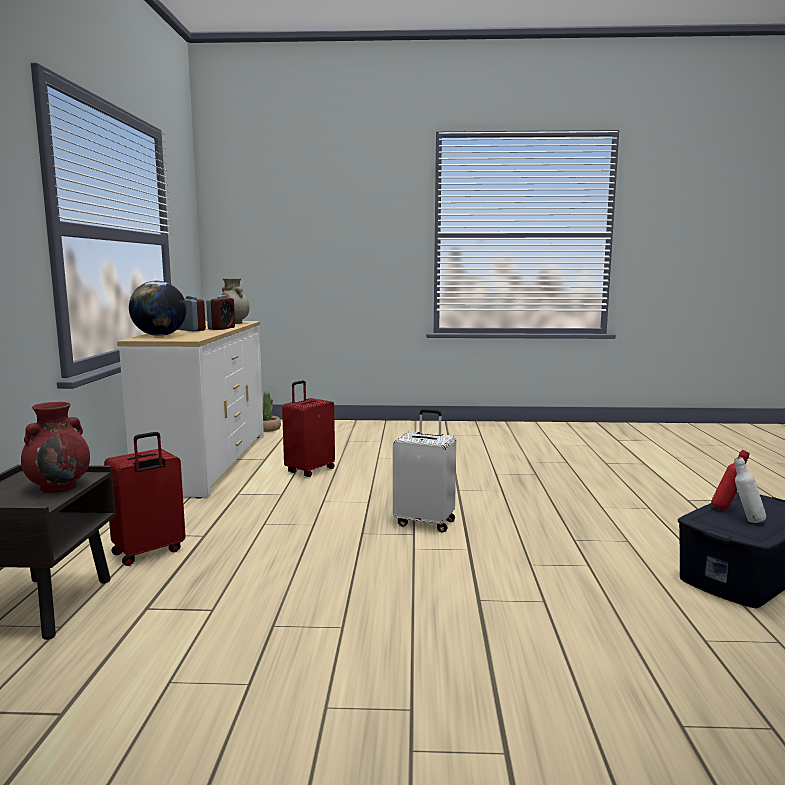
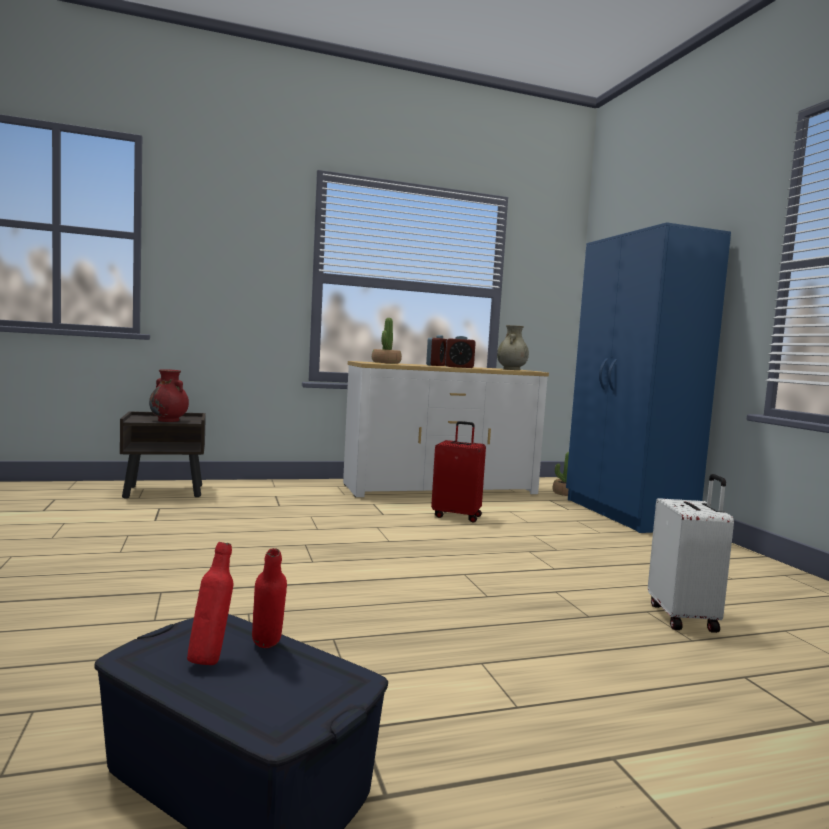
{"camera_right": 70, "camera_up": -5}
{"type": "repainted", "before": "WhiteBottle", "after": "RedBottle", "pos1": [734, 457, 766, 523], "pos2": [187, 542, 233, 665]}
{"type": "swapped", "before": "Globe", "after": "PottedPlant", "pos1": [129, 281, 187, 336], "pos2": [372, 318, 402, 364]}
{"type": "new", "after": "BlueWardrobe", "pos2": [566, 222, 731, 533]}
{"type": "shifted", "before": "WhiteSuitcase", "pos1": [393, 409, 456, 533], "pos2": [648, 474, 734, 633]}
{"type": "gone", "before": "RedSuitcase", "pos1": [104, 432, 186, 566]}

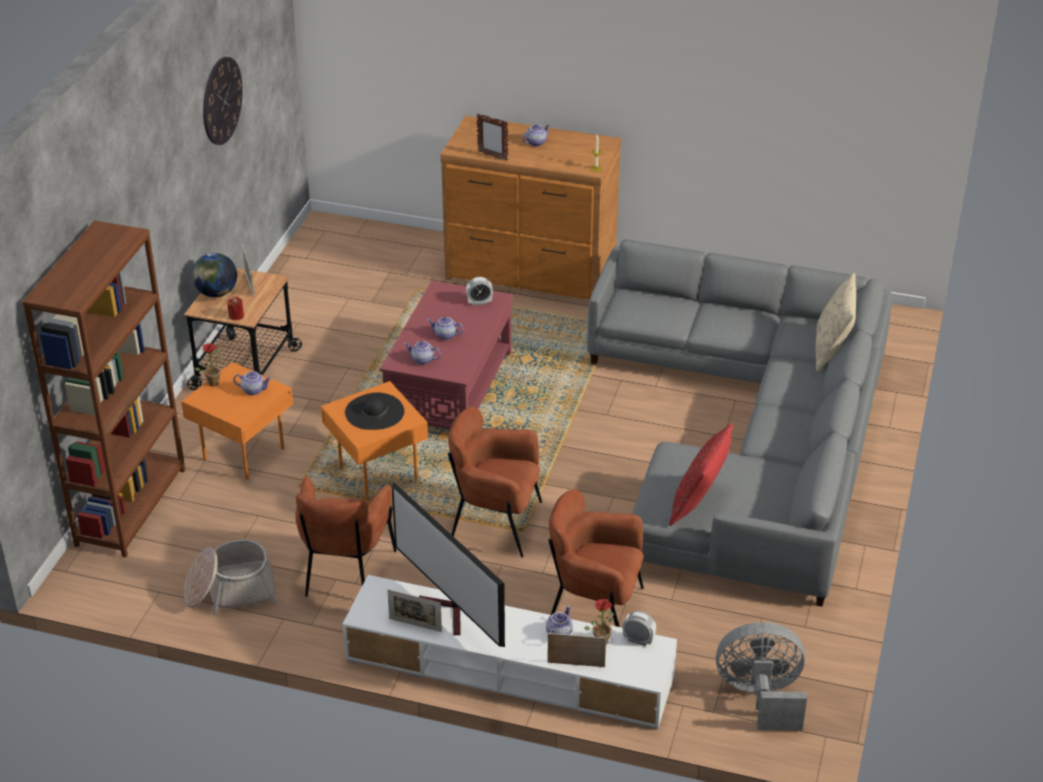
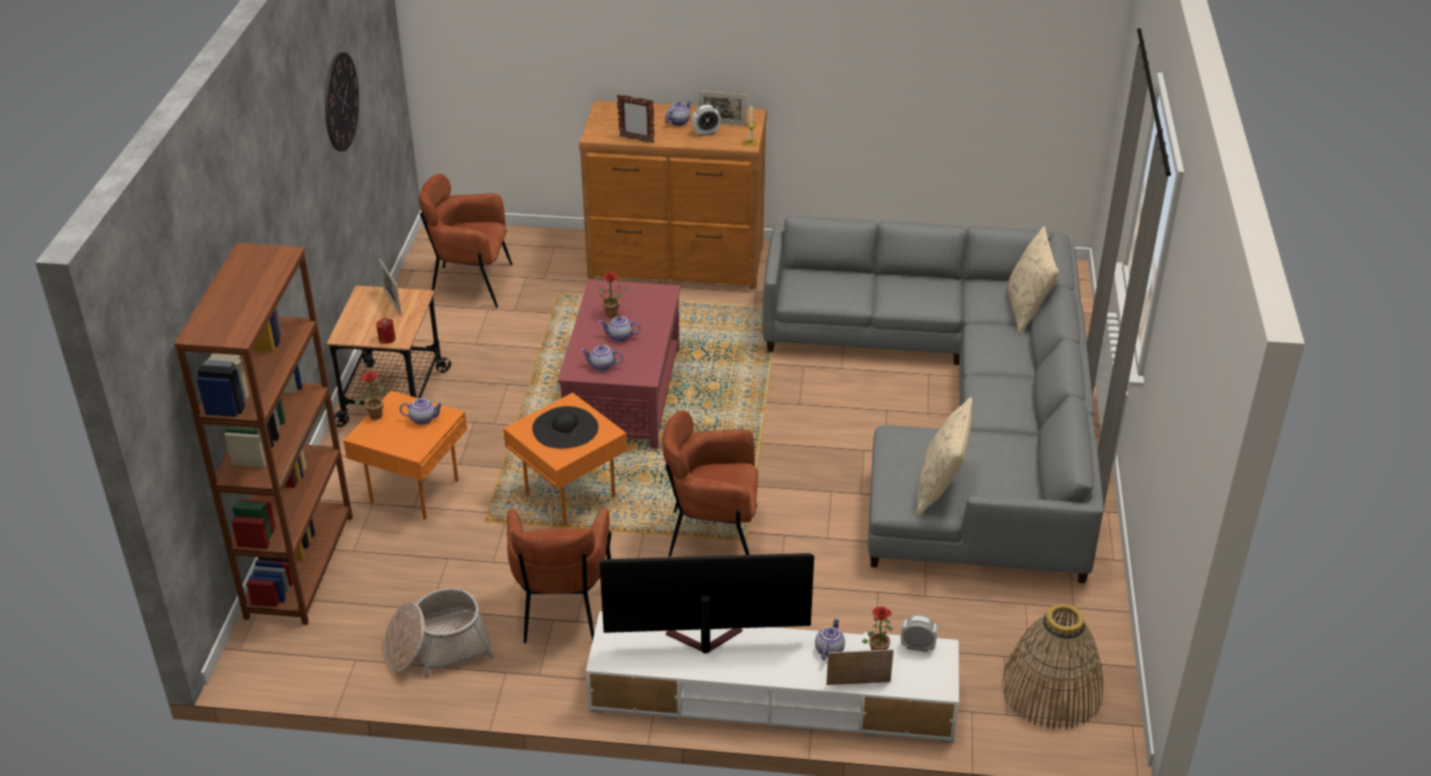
{"camera_right": -10, "camera_up": 0}
{"type": "shifted", "before": "BrownArmchair", "pos1": [548, 489, 644, 627], "pos2": [419, 174, 513, 308]}
{"type": "new", "after": "PottedPlant", "pos2": [599, 272, 630, 318]}
{"type": "rotated", "before": "Television", "pos1": [392, 483, 505, 647], "pos2": [600, 553, 814, 653], "turn": 135}
{"type": "shifted", "before": "AlarmClock", "pos1": [466, 277, 493, 305], "pos2": [692, 105, 721, 136]}
{"type": "shifted", "before": "PictureFrame", "pos1": [387, 589, 442, 632], "pos2": [699, 91, 747, 126]}
{"type": "repainted", "before": "RedPillow", "after": "BeigePillow", "pos1": [669, 423, 733, 526], "pos2": [916, 397, 972, 516]}
{"type": "swapped", "before": "GreyFan", "after": "Basket", "pos1": [716, 622, 807, 731], "pos2": [1001, 604, 1103, 730]}
{"type": "gone", "before": "Globe", "pos1": [192, 253, 237, 297]}

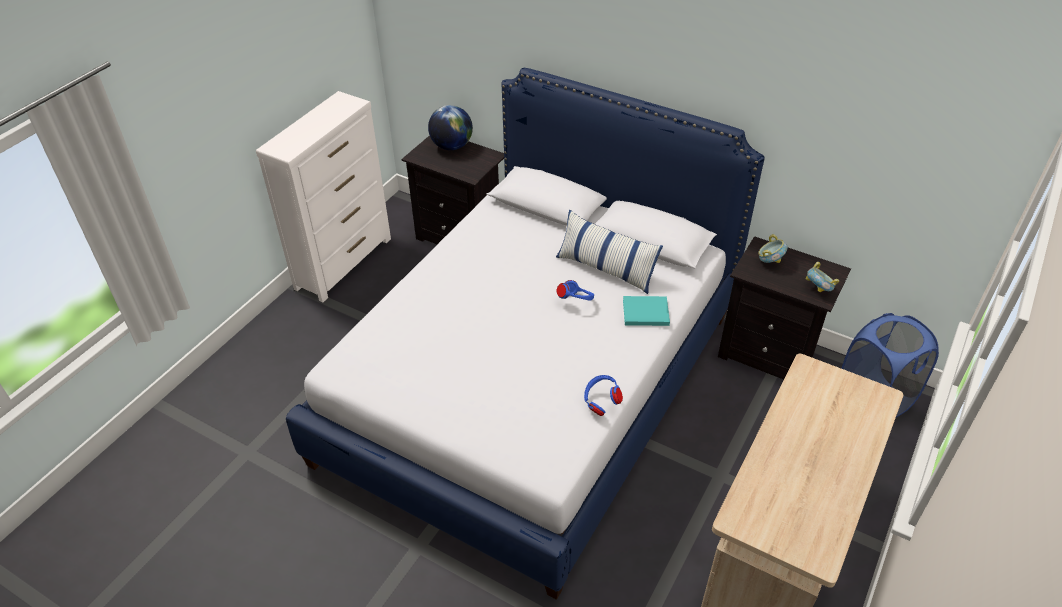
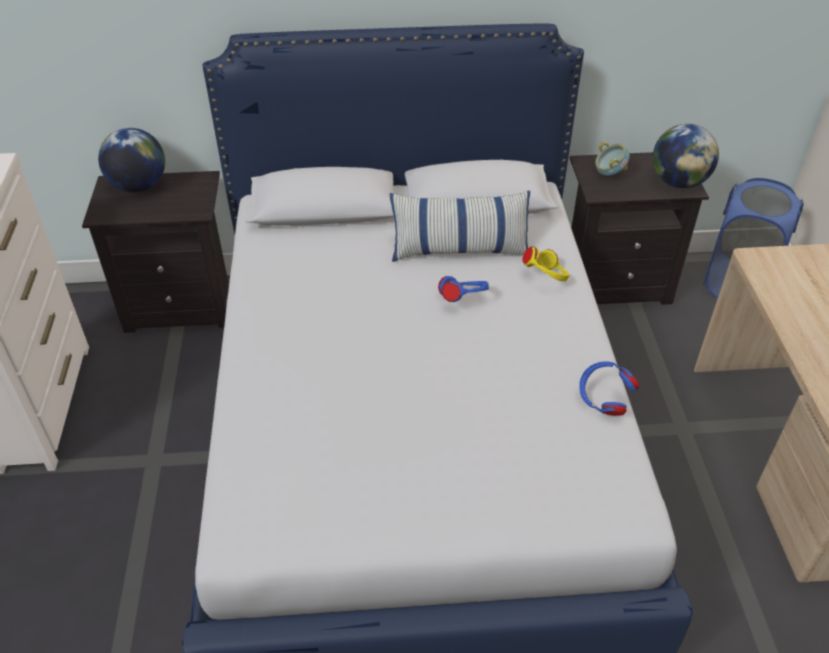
{"camera_right": -35, "camera_up": 0}
{"type": "swapped", "before": "TurquoiseBook", "after": "YellowHeadphones", "pos1": [623, 296, 670, 326], "pos2": [522, 246, 570, 281]}
{"type": "swapped", "before": "Bowl", "after": "Globe", "pos1": [805, 262, 839, 292], "pos2": [653, 124, 719, 188]}

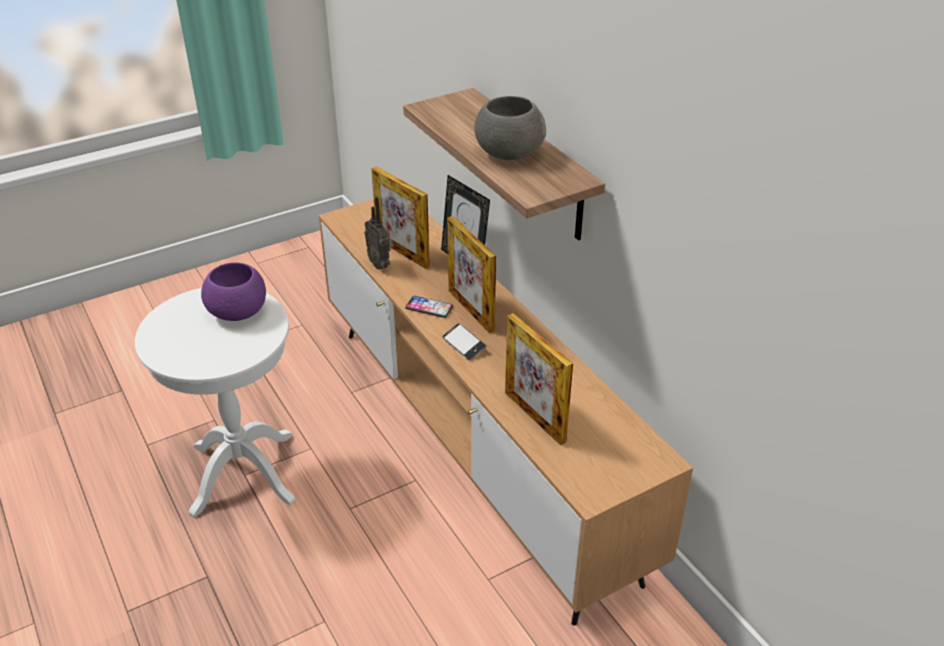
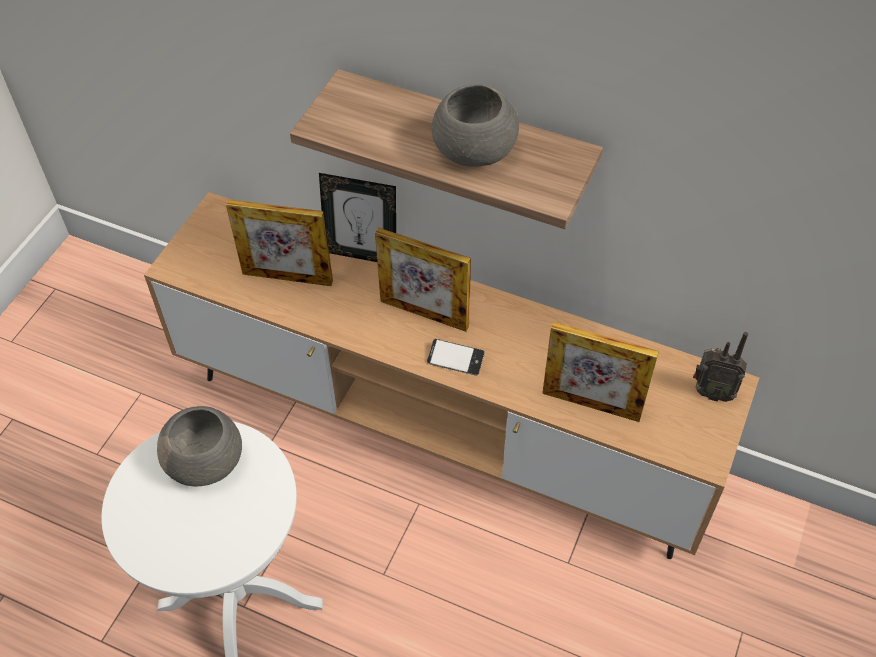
{"camera_right": -35, "camera_up": 15}
{"type": "repainted", "before": "PurpleBowl", "after": "GreyBowl", "pos1": [201, 262, 266, 321], "pos2": [157, 406, 242, 487]}
{"type": "shifted", "before": "Radio", "pos1": [364, 196, 393, 269], "pos2": [693, 332, 748, 402]}
{"type": "gone", "before": "Phone", "pos1": [405, 296, 453, 318]}

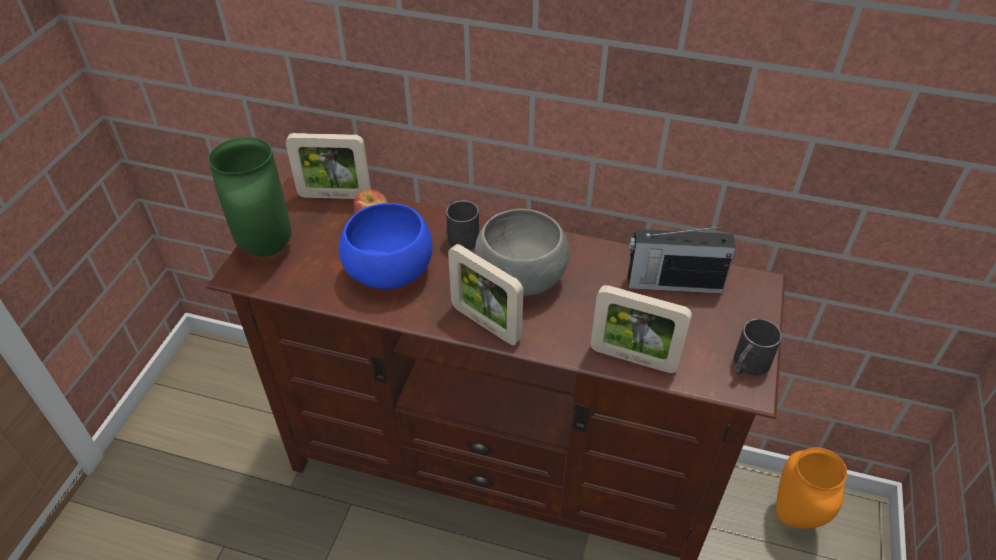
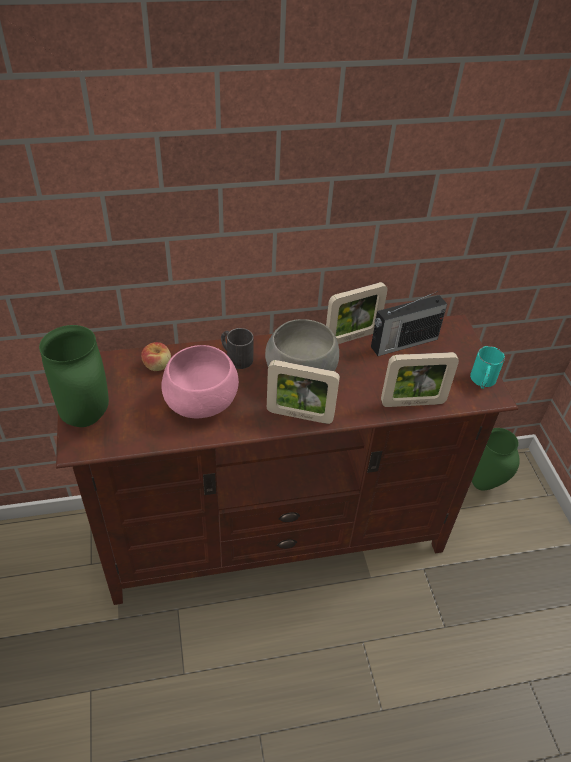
{"camera_right": -30, "camera_up": 0}
{"type": "repainted", "before": "BlueBowl", "after": "PinkBowl", "pos1": [339, 203, 433, 289], "pos2": [161, 345, 239, 418]}
{"type": "shifted", "before": "PictureFrame", "pos1": [286, 133, 371, 199], "pos2": [326, 282, 388, 344]}
{"type": "repainted", "before": "BlackMug", "after": "TurquoiseMug", "pos1": [734, 318, 782, 376], "pos2": [470, 346, 505, 389]}
{"type": "repainted", "before": "OrangeVase", "after": "GreenVase", "pos1": [776, 447, 847, 528], "pos2": [472, 428, 520, 491]}

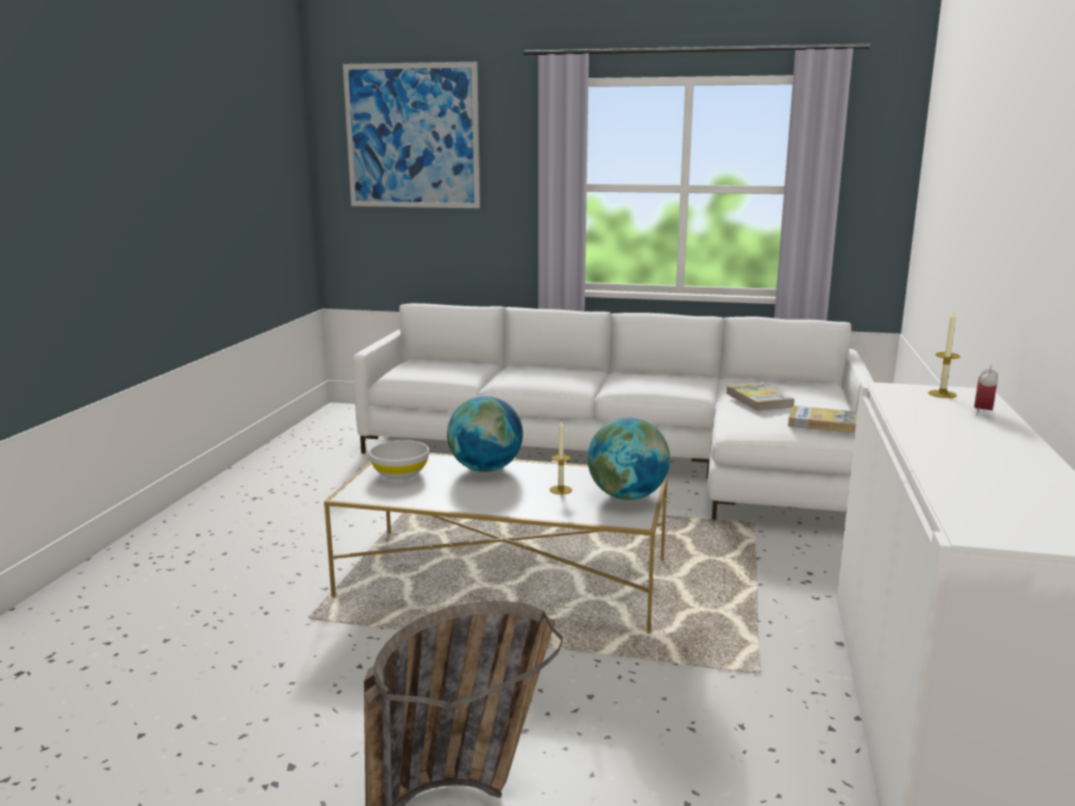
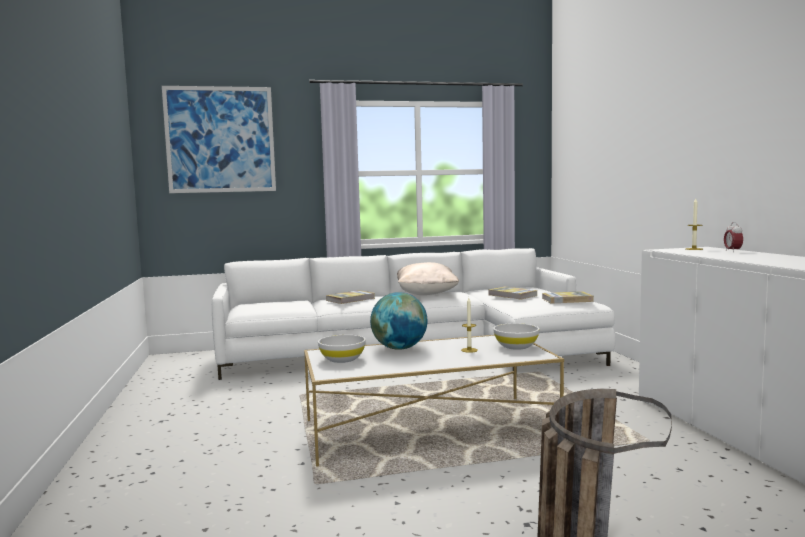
{"camera_right": -25, "camera_up": -10}
{"type": "new", "after": "Book", "pos2": [326, 290, 375, 304]}
{"type": "new", "after": "BeigePillow", "pos2": [397, 262, 459, 295]}
{"type": "swapped", "before": "Globe", "after": "WhiteBowl", "pos1": [588, 418, 670, 500], "pos2": [493, 323, 539, 350]}

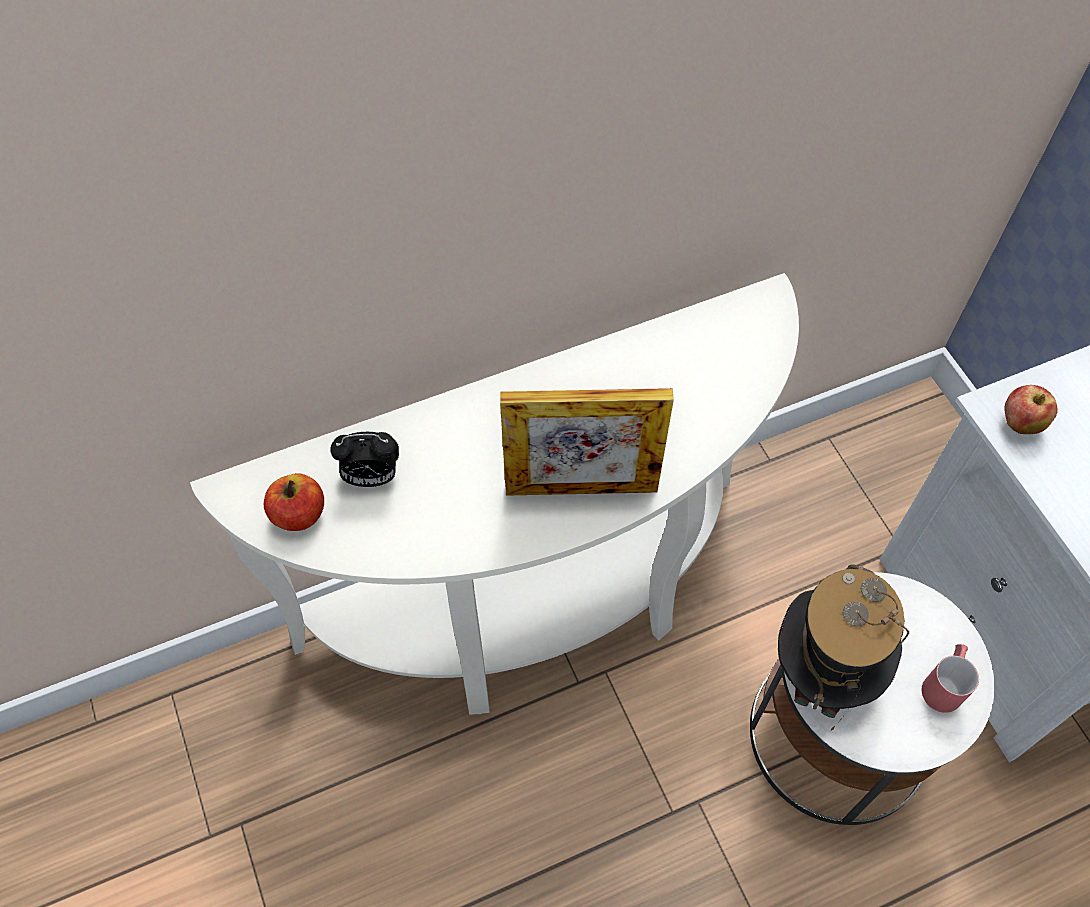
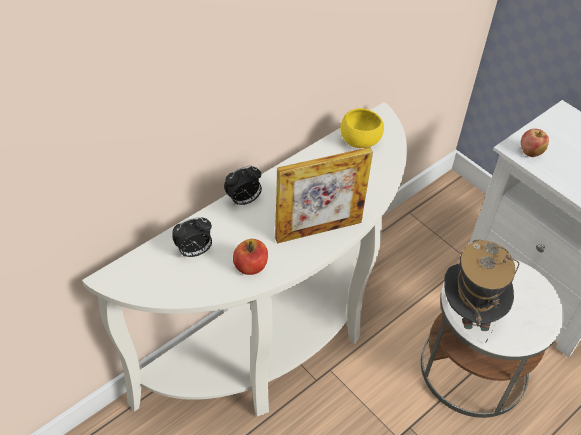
{"camera_right": -20, "camera_up": -10}
{"type": "new", "after": "AlarmClock", "pos2": [224, 166, 262, 206]}
{"type": "shifted", "before": "Apple", "pos1": [264, 473, 324, 531], "pos2": [233, 239, 268, 275]}
{"type": "new", "after": "YellowBowl", "pos2": [340, 108, 384, 148]}
{"type": "gone", "before": "RedMug", "pos1": [922, 644, 979, 713]}

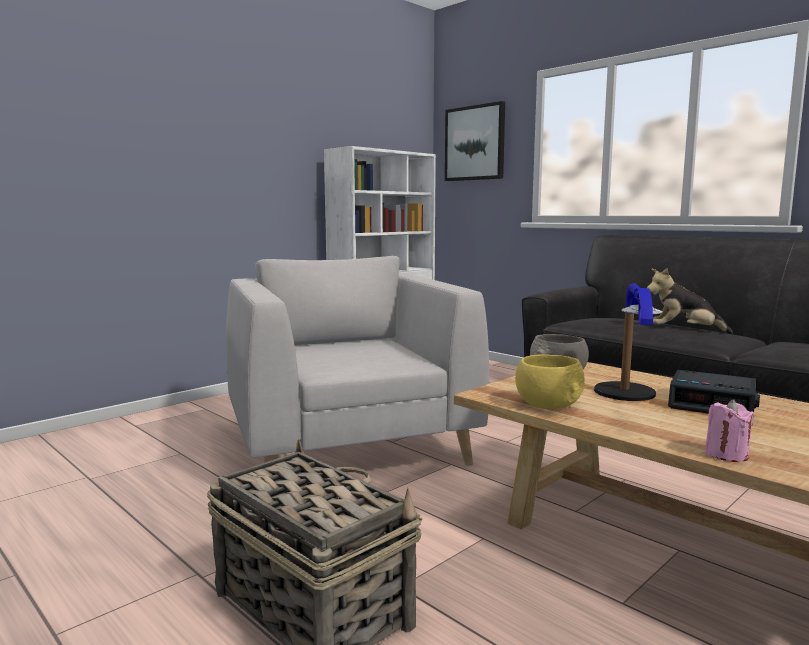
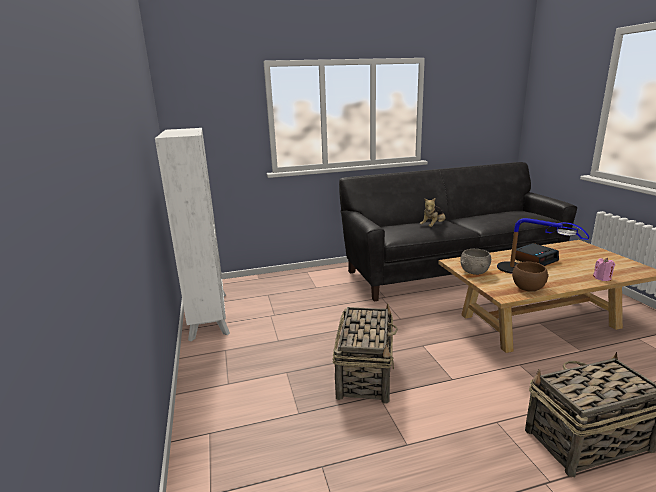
{"camera_right": -60, "camera_up": 10}
{"type": "swapped", "before": "GreyArmchair", "after": "Basket", "pos1": [226, 256, 489, 465], "pos2": [333, 304, 398, 403]}
{"type": "repainted", "before": "YellowBowl", "after": "BrownBowl", "pos1": [515, 354, 585, 409], "pos2": [512, 261, 549, 292]}
{"type": "gone", "before": "Picture", "pos1": [445, 101, 505, 181]}

